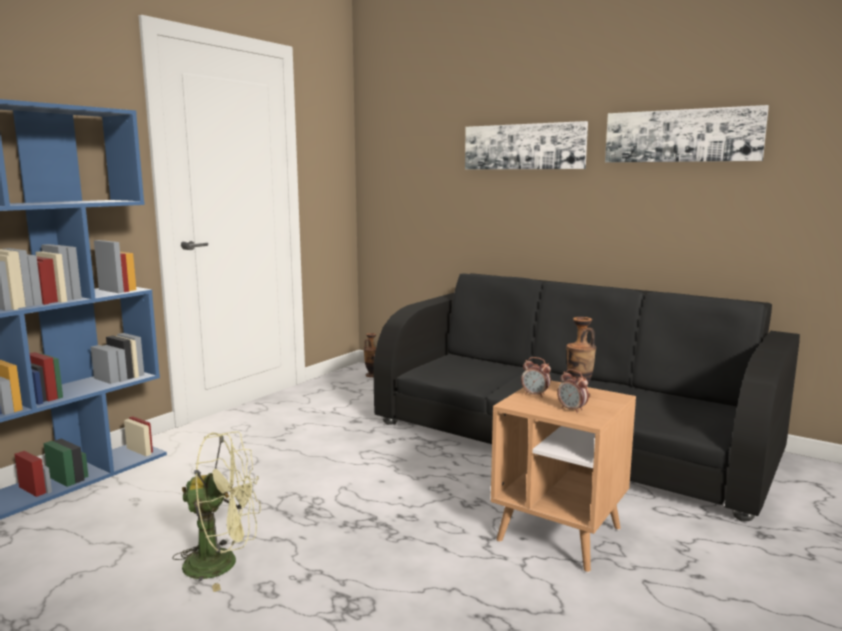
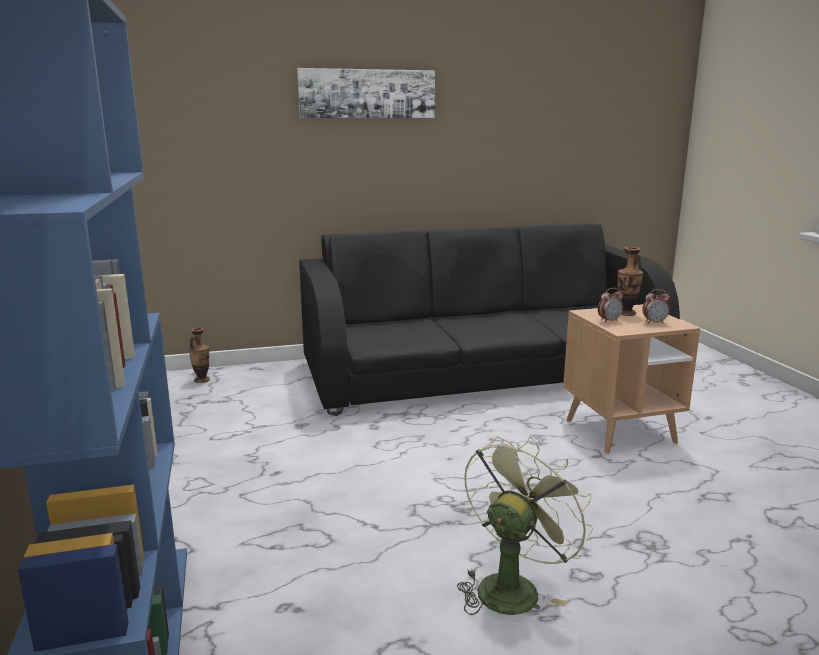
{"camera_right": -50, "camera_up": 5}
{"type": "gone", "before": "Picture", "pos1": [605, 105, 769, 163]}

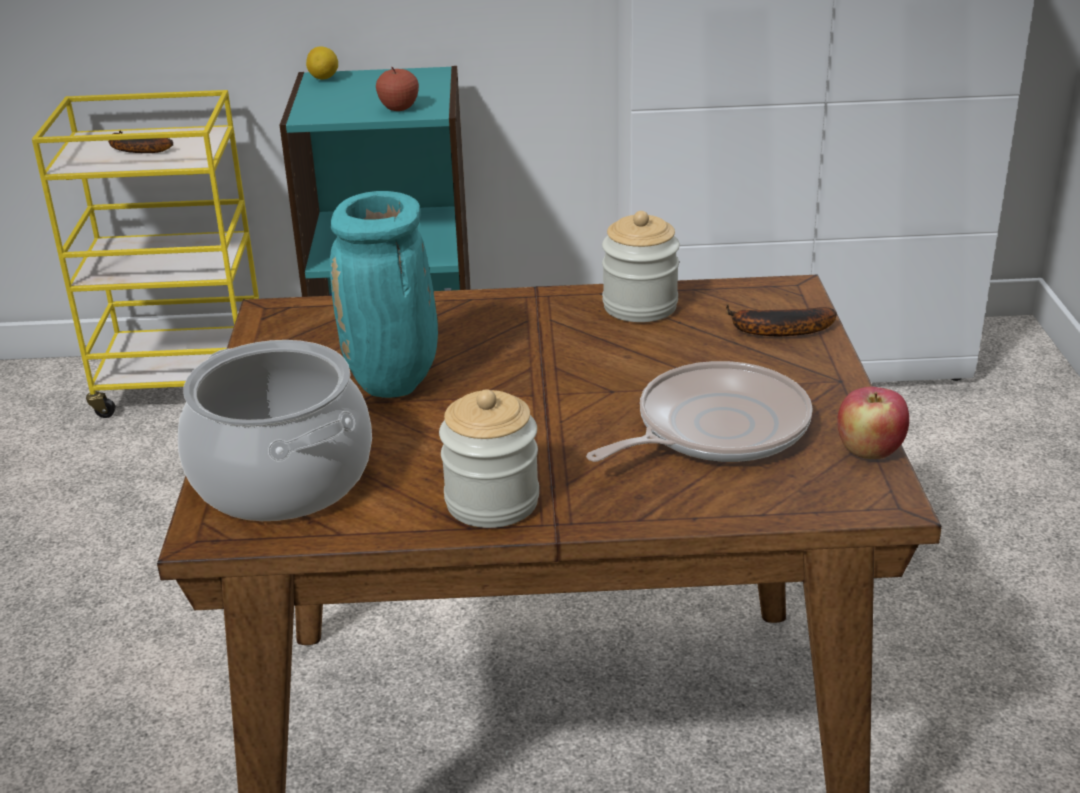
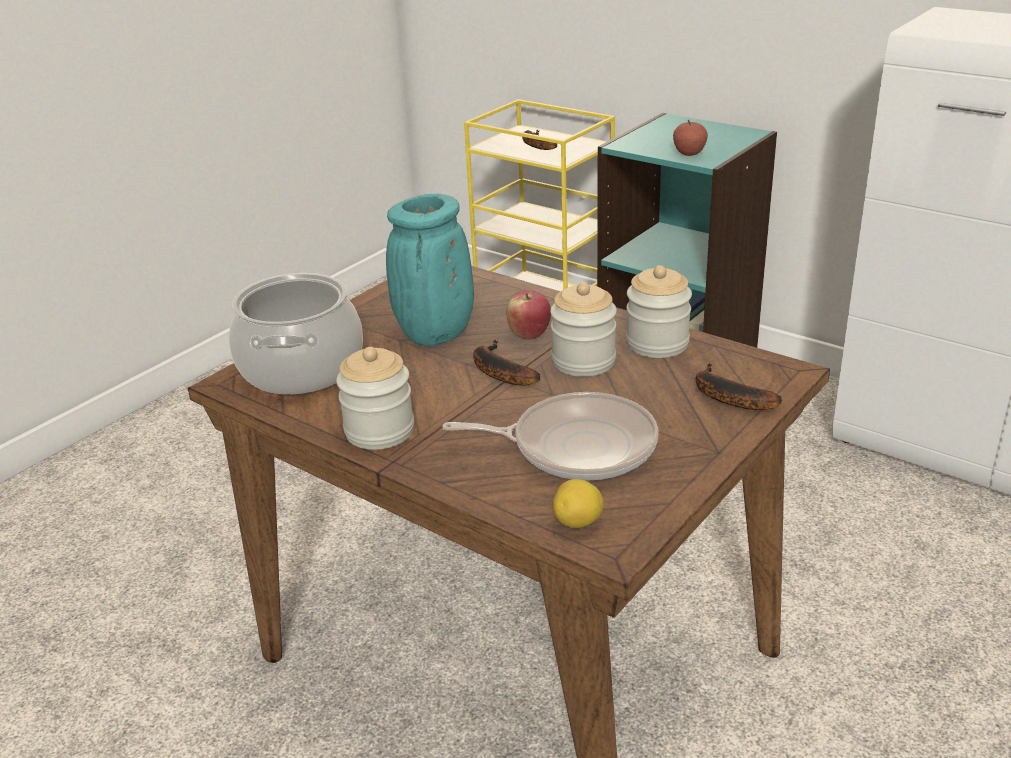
{"camera_right": 40, "camera_up": 0}
{"type": "new", "after": "Banana", "pos2": [473, 340, 540, 386]}
{"type": "shifted", "before": "Apple", "pos1": [837, 387, 909, 459], "pos2": [506, 290, 551, 340]}
{"type": "new", "after": "Jar", "pos2": [550, 282, 617, 377]}
{"type": "shifted", "before": "Lemon", "pos1": [306, 47, 338, 79], "pos2": [552, 479, 604, 528]}

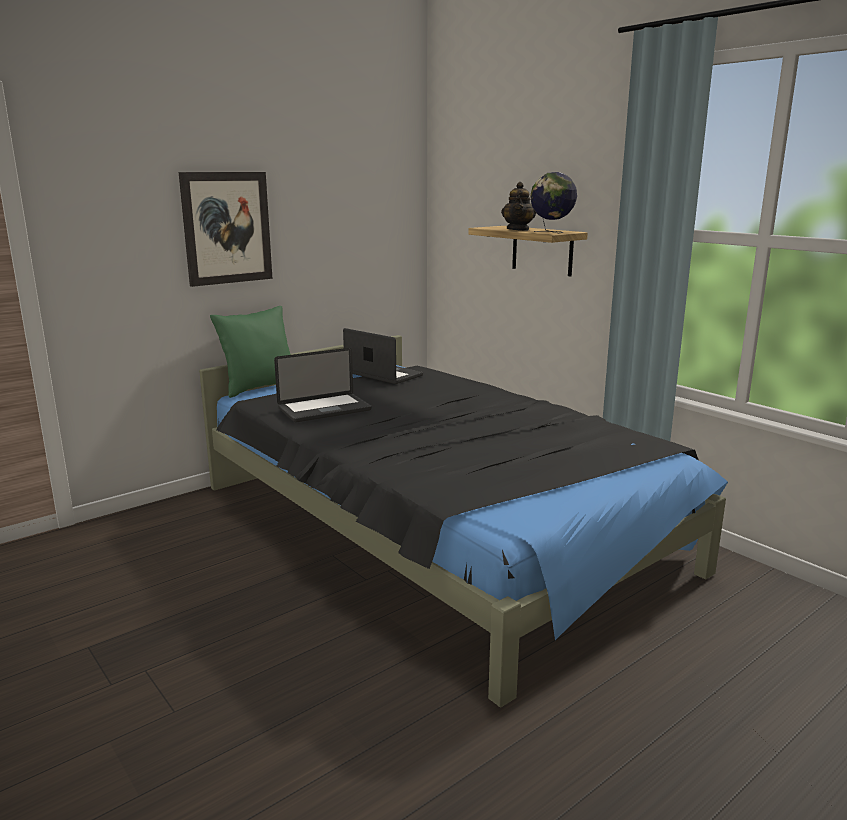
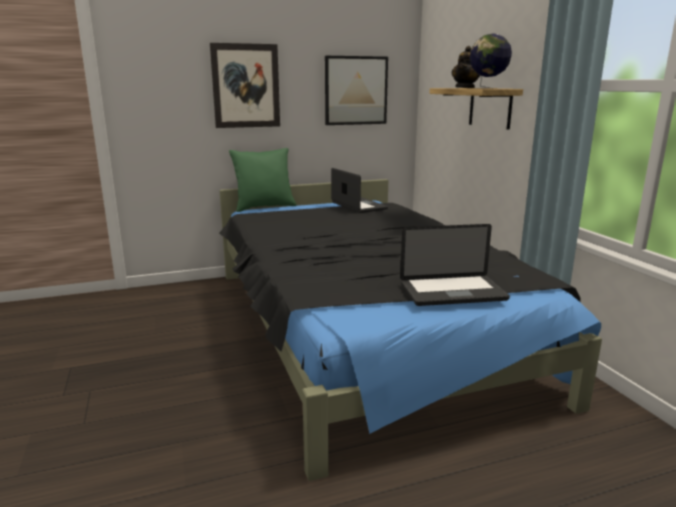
{"camera_right": 20, "camera_up": 0}
{"type": "new", "after": "Picture", "pos2": [325, 56, 388, 125]}
{"type": "shifted", "before": "Laptop", "pos1": [274, 348, 372, 422], "pos2": [400, 224, 510, 306]}

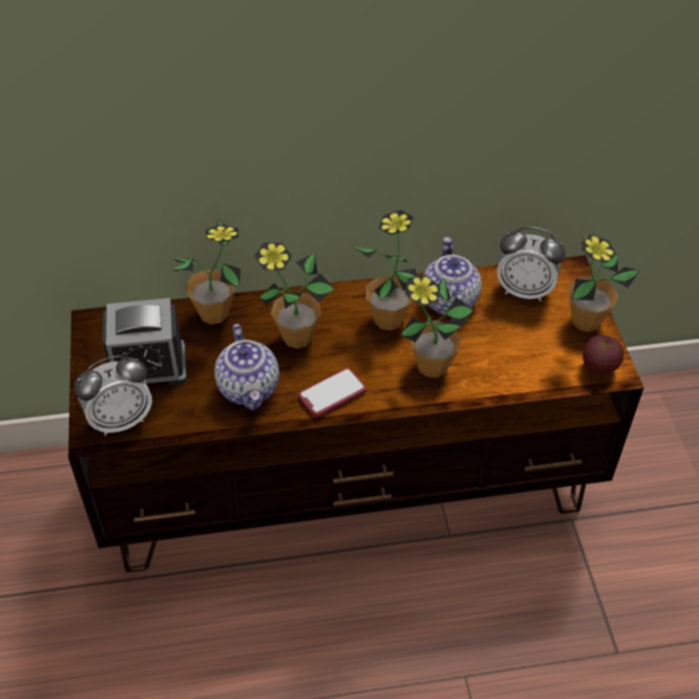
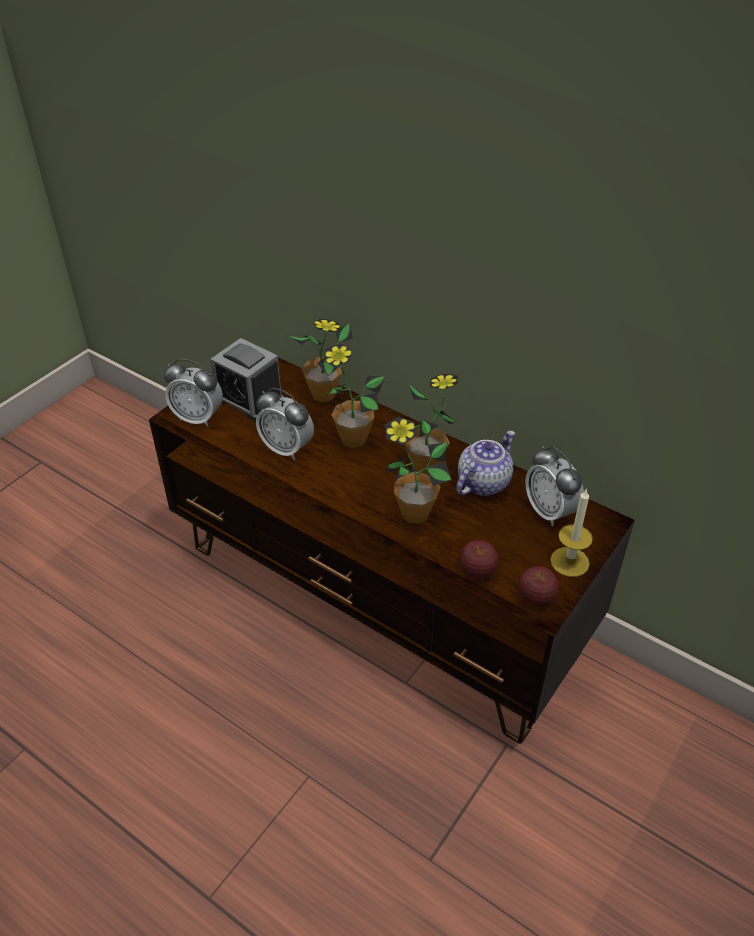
{"camera_right": 45, "camera_up": -5}
{"type": "swapped", "before": "Teapot", "after": "AlarmClock", "pos1": [214, 324, 279, 410], "pos2": [256, 388, 314, 460]}
{"type": "new", "after": "Apple", "pos2": [460, 540, 499, 579]}
{"type": "swapped", "before": "PottedPlant", "after": "Candle", "pos1": [569, 235, 640, 332], "pos2": [550, 488, 593, 577]}
{"type": "gone", "before": "Phone", "pos1": [299, 368, 366, 418]}

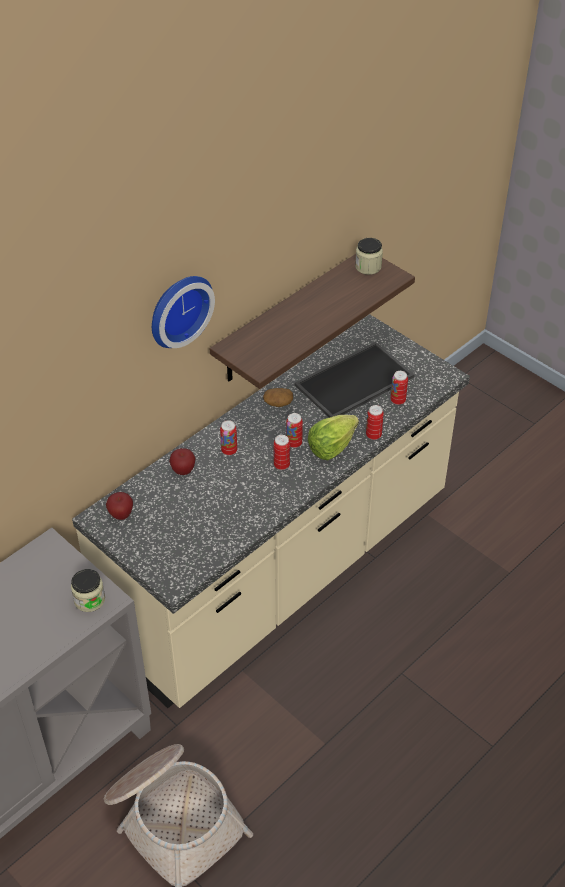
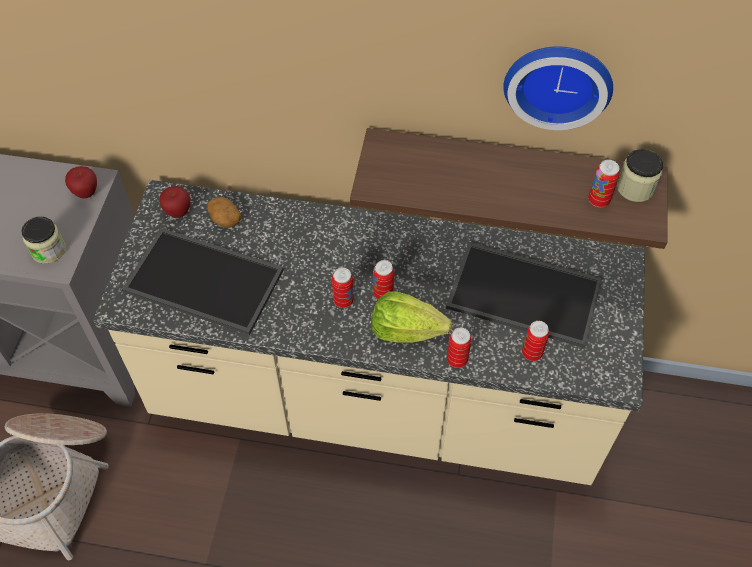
{"camera_right": 55, "camera_up": 10}
{"type": "shifted", "before": "Apple", "pos1": [169, 448, 196, 475], "pos2": [65, 166, 97, 198]}
{"type": "new", "after": "Tray", "pos2": [122, 228, 284, 335]}
{"type": "shifted", "before": "Potato", "pos1": [263, 388, 293, 407], "pos2": [207, 197, 241, 228]}
{"type": "shifted", "before": "WallClock", "pos1": [152, 276, 215, 348], "pos2": [503, 46, 613, 130]}
{"type": "shifted", "before": "Can", "pos1": [220, 420, 237, 455], "pos2": [588, 160, 620, 207]}

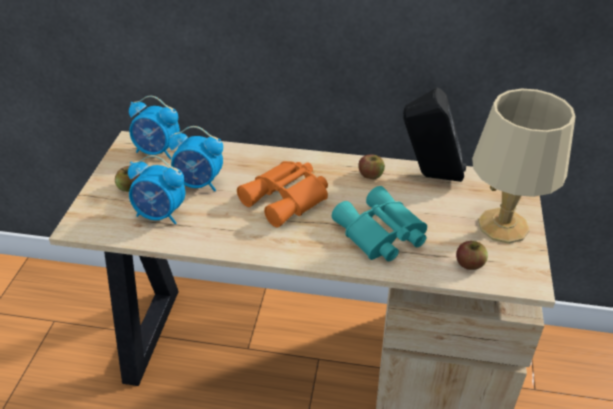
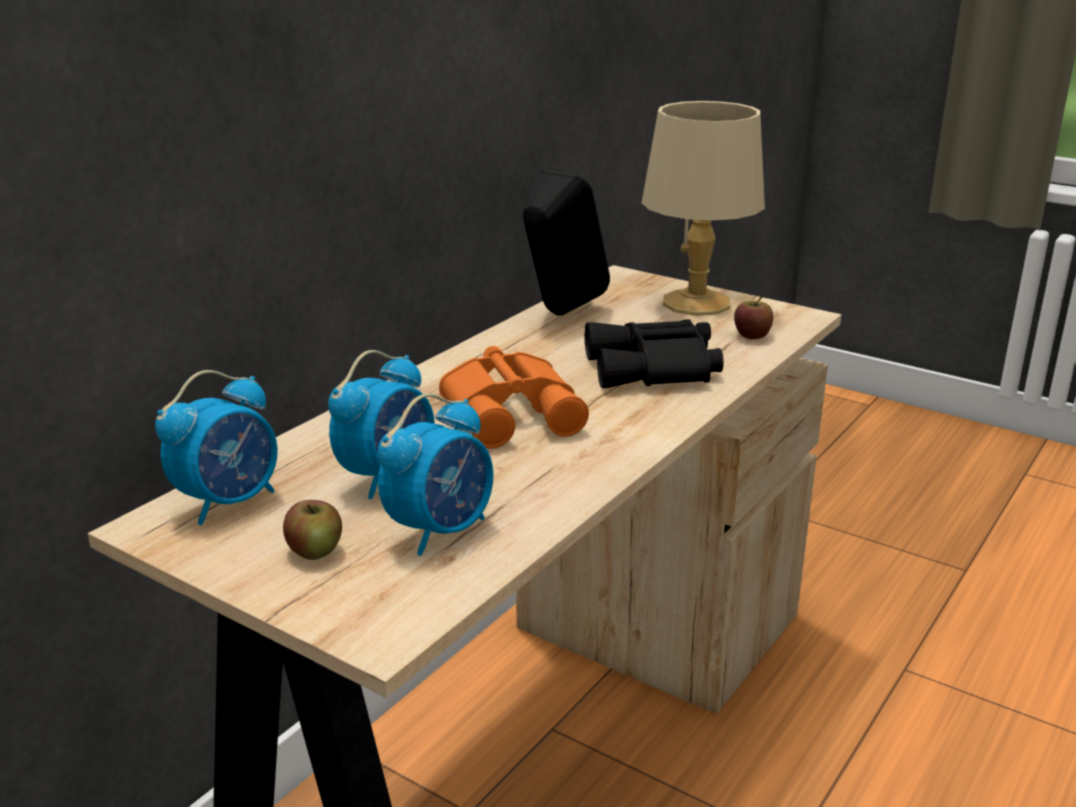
{"camera_right": -65, "camera_up": -15}
{"type": "repainted", "before": "TurquoiseBinoculars", "after": "BlackBinoculars", "pos1": [332, 186, 427, 261], "pos2": [585, 319, 724, 388]}
{"type": "gone", "before": "Apple", "pos1": [358, 154, 385, 179]}

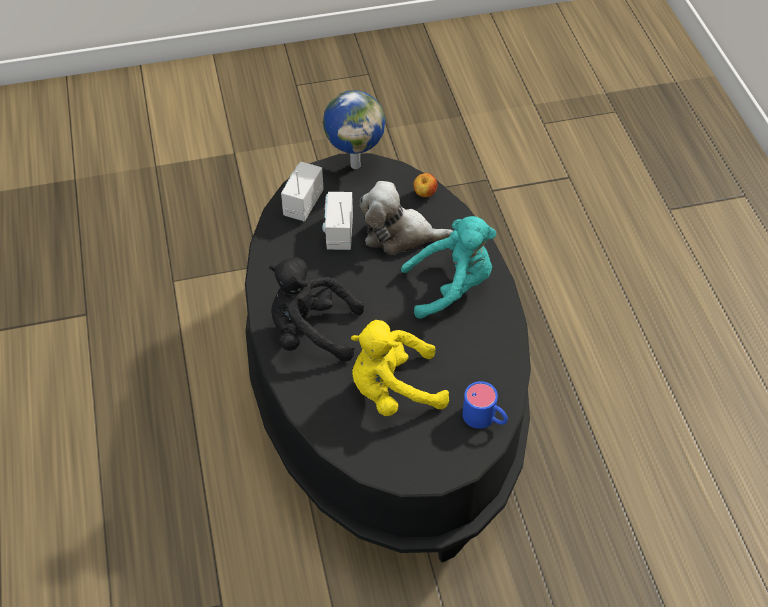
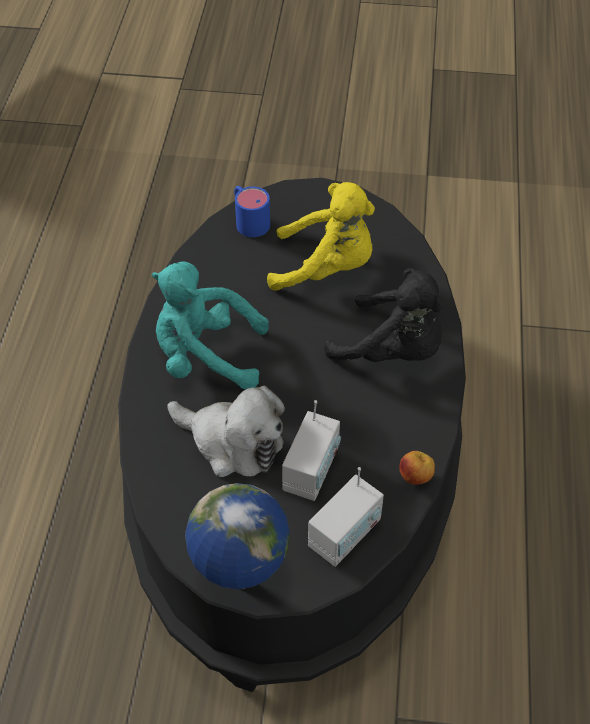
{"camera_right": -160, "camera_up": 0}
{"type": "shifted", "before": "Apple", "pos1": [413, 173, 437, 197], "pos2": [399, 451, 435, 485]}

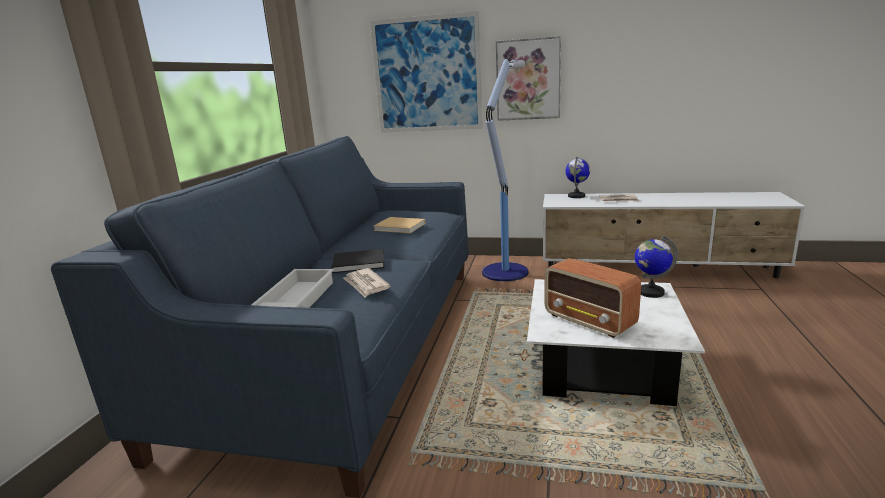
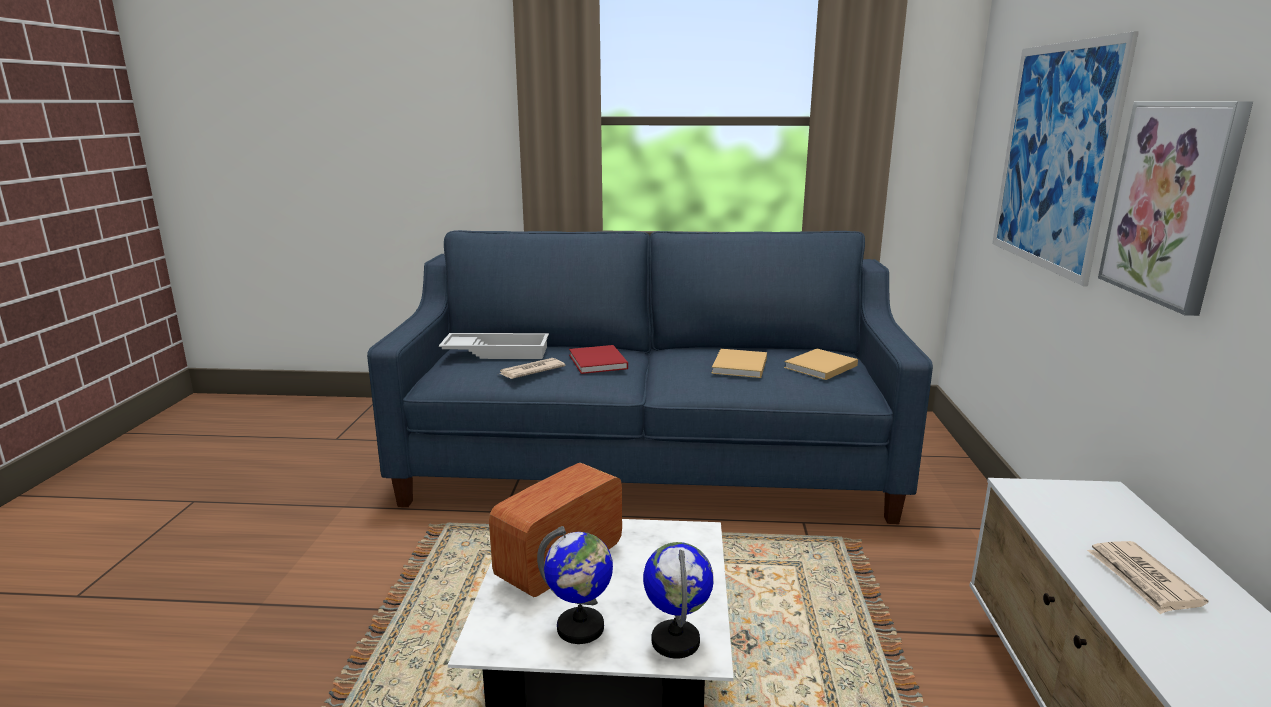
{"camera_right": 80, "camera_up": 0}
{"type": "shifted", "before": "Globe", "pos1": [565, 156, 590, 198], "pos2": [537, 526, 613, 644]}
{"type": "repainted", "before": "BlackBook", "after": "RedBook", "pos1": [332, 249, 385, 273], "pos2": [569, 345, 628, 374]}
{"type": "new", "after": "BeigeBook", "pos2": [784, 349, 858, 380]}
{"type": "gone", "before": "FloorLamp", "pos1": [482, 59, 529, 281]}

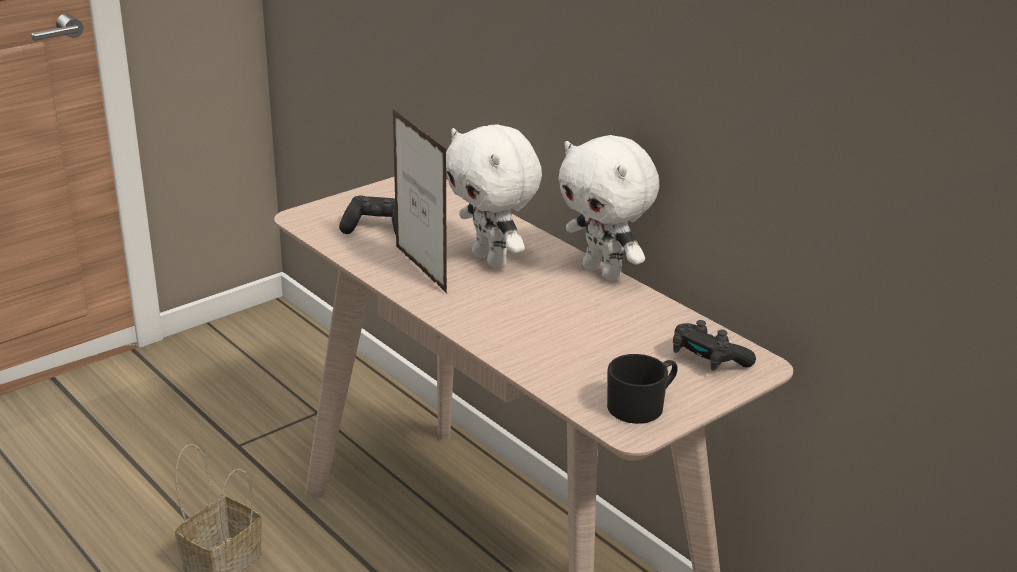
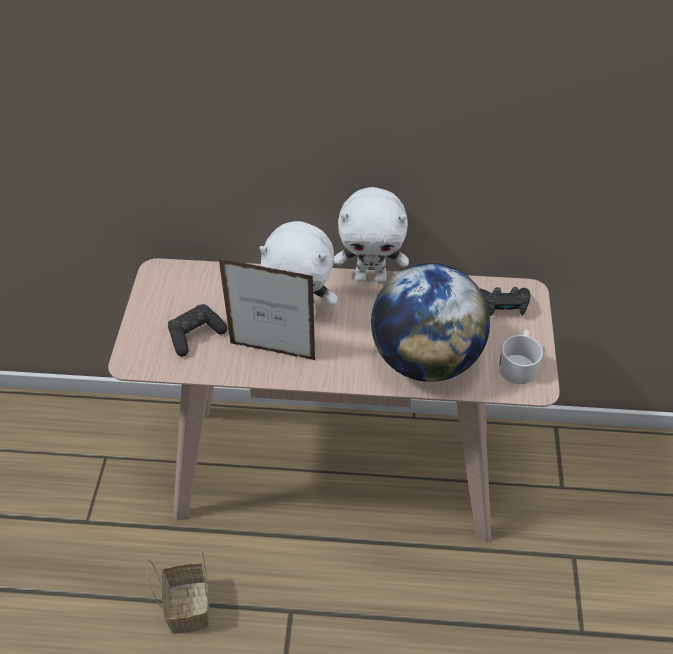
{"camera_right": -45, "camera_up": 20}
{"type": "new", "after": "Globe", "pos2": [371, 263, 490, 382]}
{"type": "repainted", "before": "BlackMug", "after": "WhiteMug", "pos1": [607, 354, 678, 424], "pos2": [499, 330, 543, 384]}

